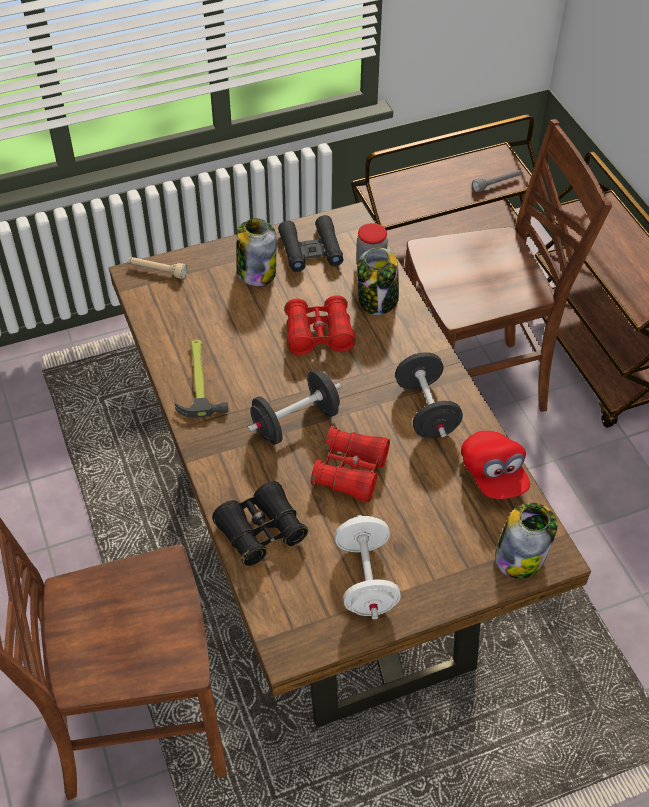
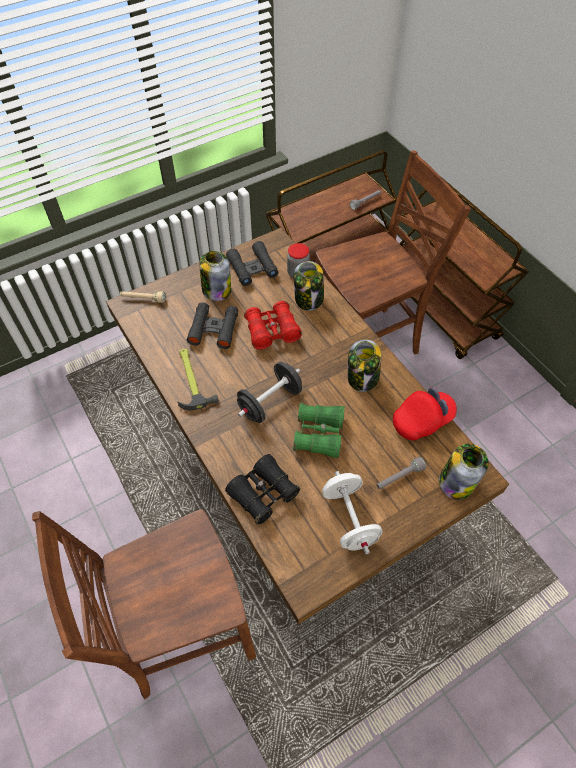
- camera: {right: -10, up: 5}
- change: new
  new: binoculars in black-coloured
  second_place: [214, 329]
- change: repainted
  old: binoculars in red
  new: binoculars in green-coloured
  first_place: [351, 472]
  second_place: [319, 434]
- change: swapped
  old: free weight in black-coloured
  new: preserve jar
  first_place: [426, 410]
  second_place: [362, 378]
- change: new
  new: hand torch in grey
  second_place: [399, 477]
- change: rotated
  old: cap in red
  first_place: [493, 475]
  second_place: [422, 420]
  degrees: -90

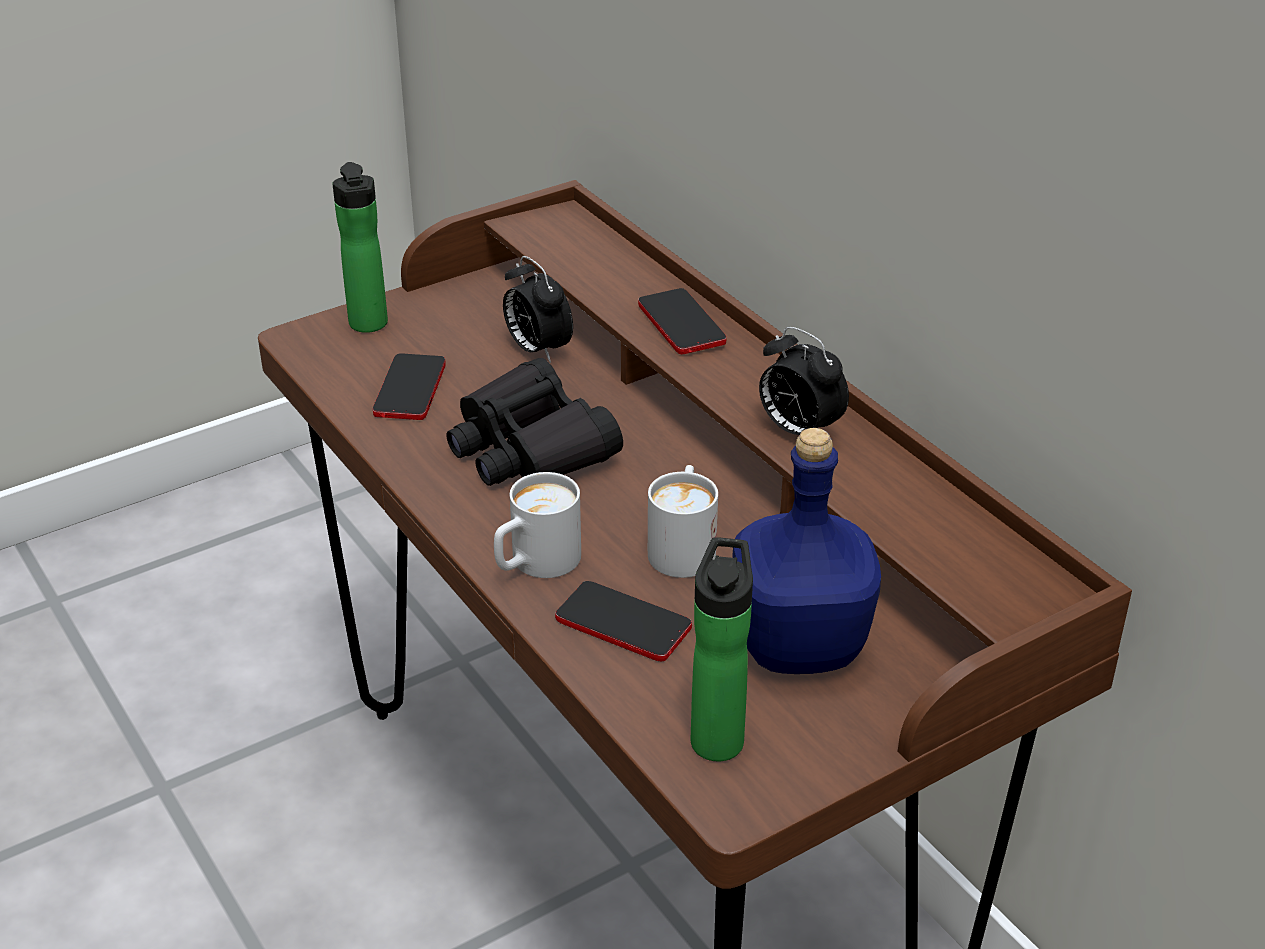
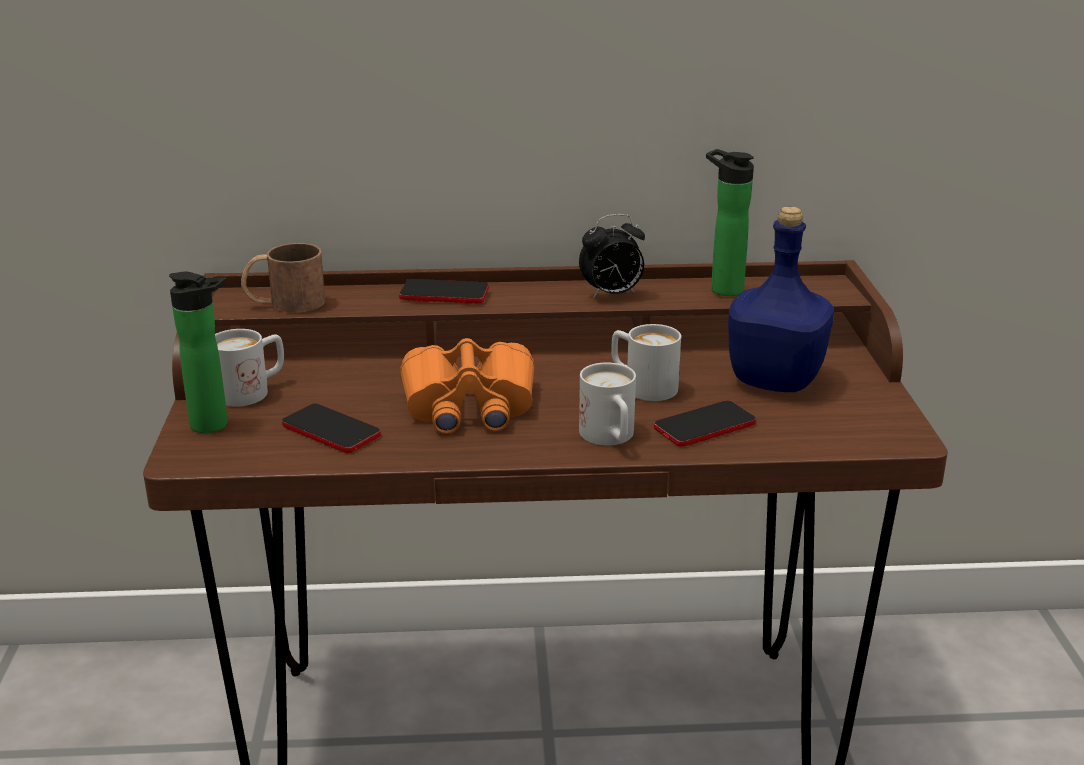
- camera: {right: -60, up: -10}
- change: new
  new: tea mug in white-coloured
  second_place: [252, 391]
- change: new
  new: tea mug in brown-coloured
  second_place: [284, 303]
- change: repainted
  old: binoculars in black-coloured
  new: binoculars in orange-coloured
  first_place: [529, 447]
  second_place: [469, 406]
- change: shifted
  old: beverage bottle
  first_place: [718, 736]
  second_place: [722, 289]
- change: gone
  old: alarm clock
  first_place: [537, 350]

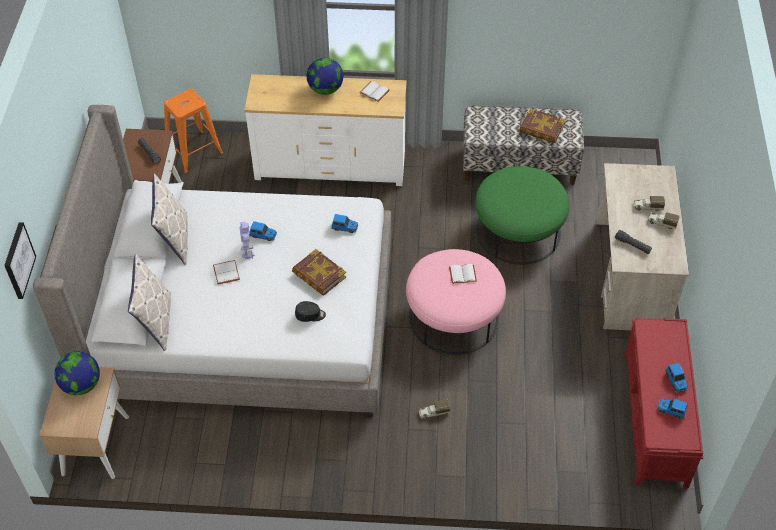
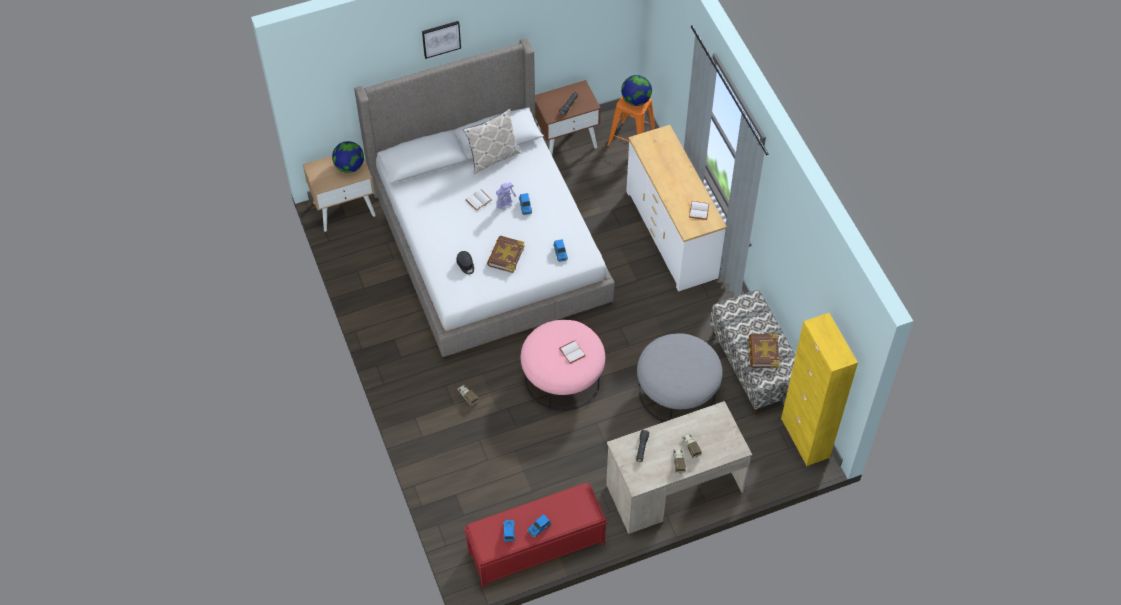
- camera: {right: 65, up: 5}
- change: shifted
  old: wall picture
  first_place: [18, 260]
  second_place: [441, 38]
- change: shifted
  old: desk globe
  first_place: [325, 89]
  second_place: [636, 100]
- change: repainted
  old: pouffe in green-coloured
  new: pouffe in grey
  first_place: [518, 231]
  second_place: [677, 391]
- change: new
  new: storage cabinet in yellowish
  second_place: [805, 438]
- change: gone
  old: cushion
  first_place: [156, 322]

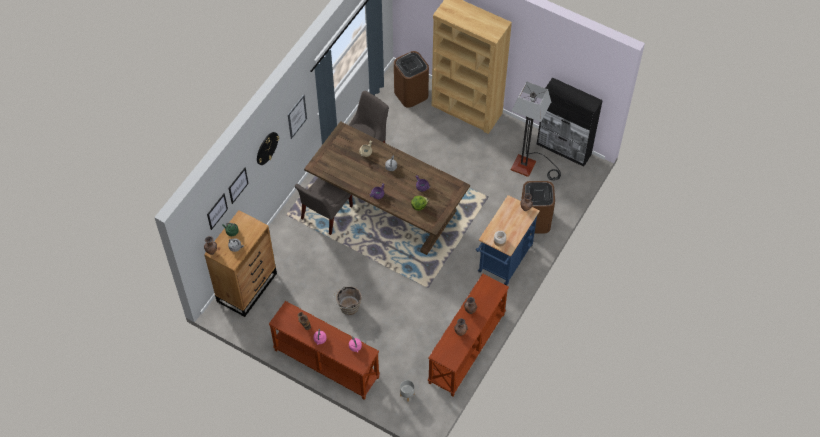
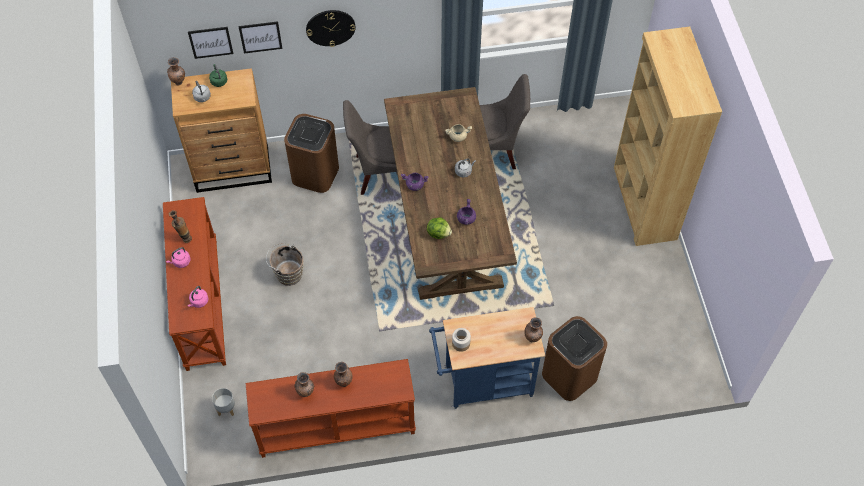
- camera: {right: 50, up: 0}
- change: shifted
  old: trash can in brown-coloured
  first_place: [410, 94]
  second_place: [315, 173]
- change: gone
  old: wall picture
  first_place: [297, 116]
- change: gone
  old: floor lamp
  first_place: [530, 167]
- change: gone
  old: storage cabinet in black-coloured
  first_place: [564, 149]

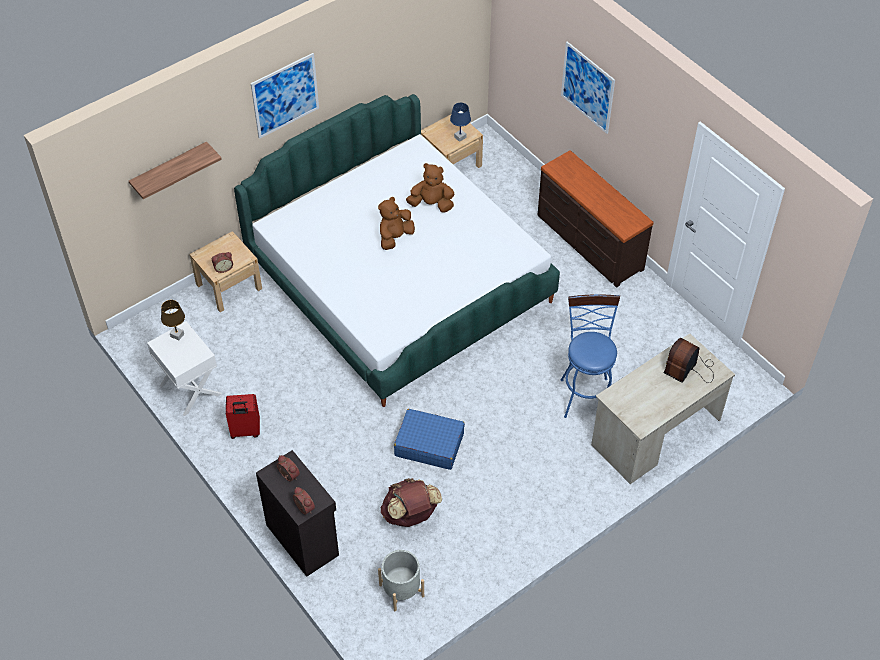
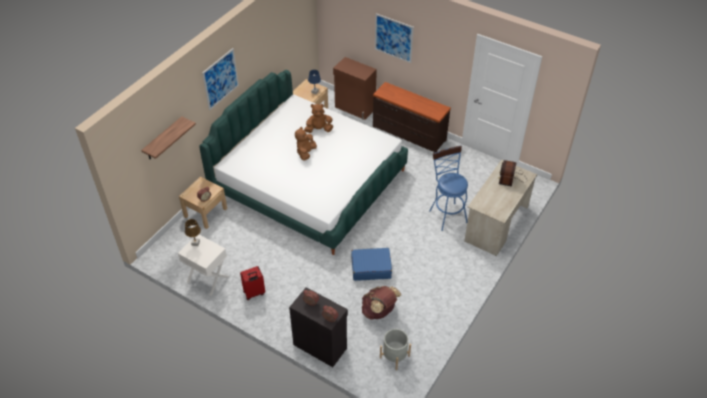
- camera: {right: -20, up: -5}
- change: new
  new: storage cabinet in brown-coloured
  second_place: [355, 108]

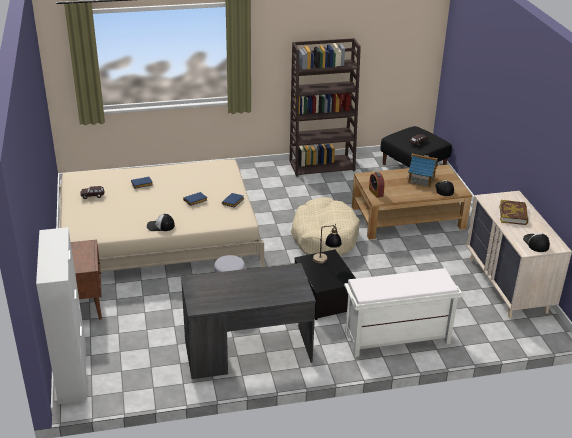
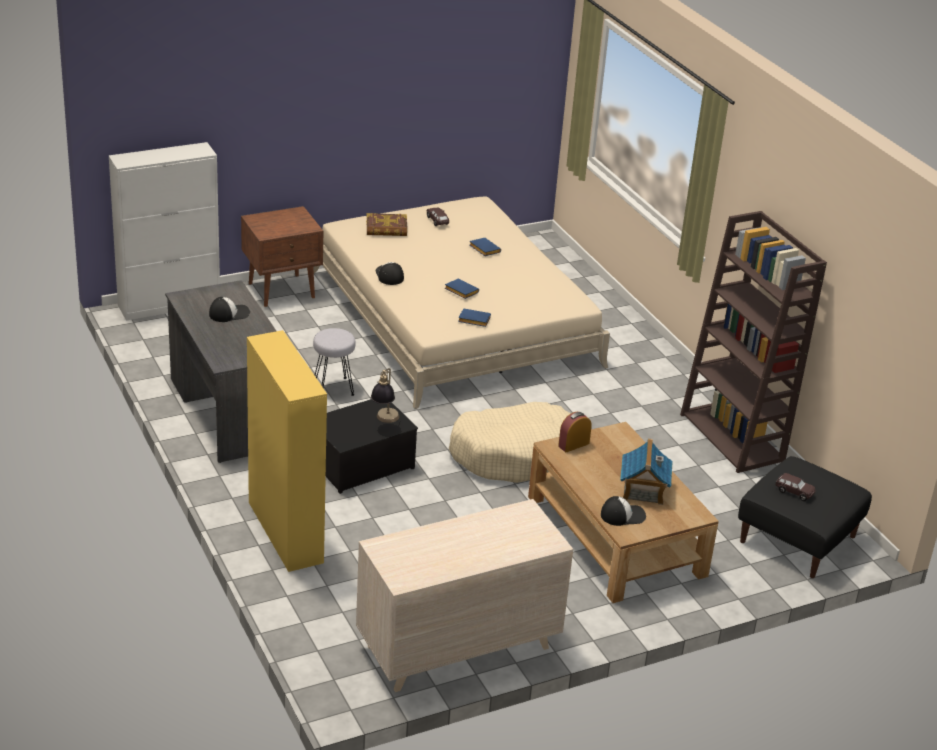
- camera: {right: 75, up: 0}
- change: shifted
  old: cap
  first_place: [535, 243]
  second_place: [229, 313]
- change: swapped
  old: indoor bench in white-coloured
  new: storage cabinet in yellowish
  first_place: [396, 339]
  second_place: [285, 531]
- change: shifted
  old: bound book
  first_place: [513, 215]
  second_place: [386, 229]

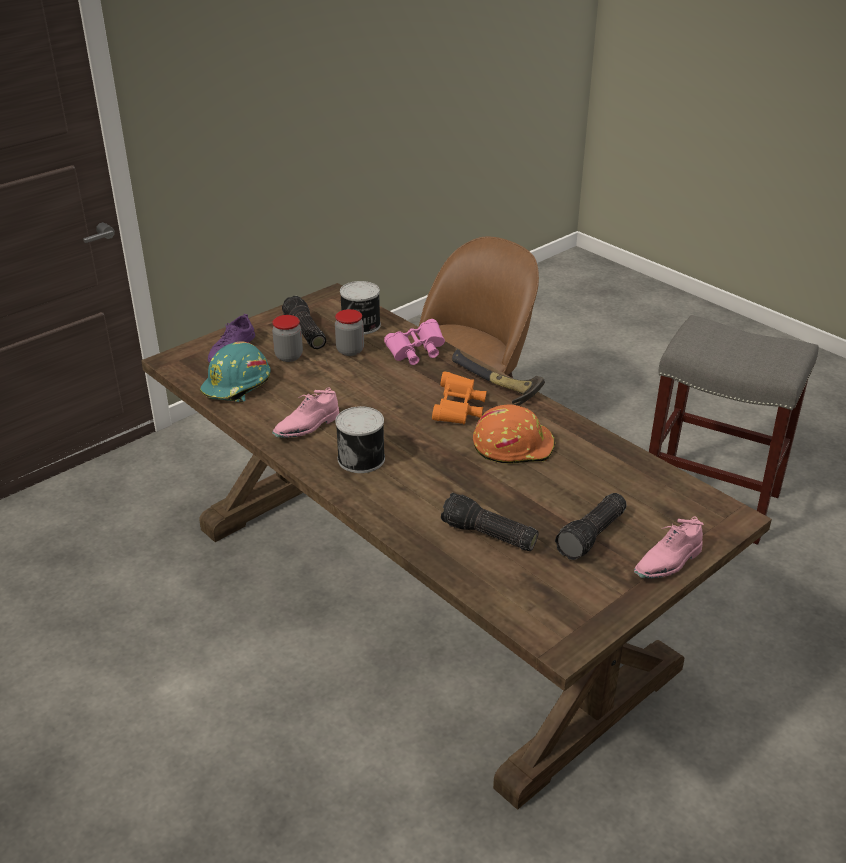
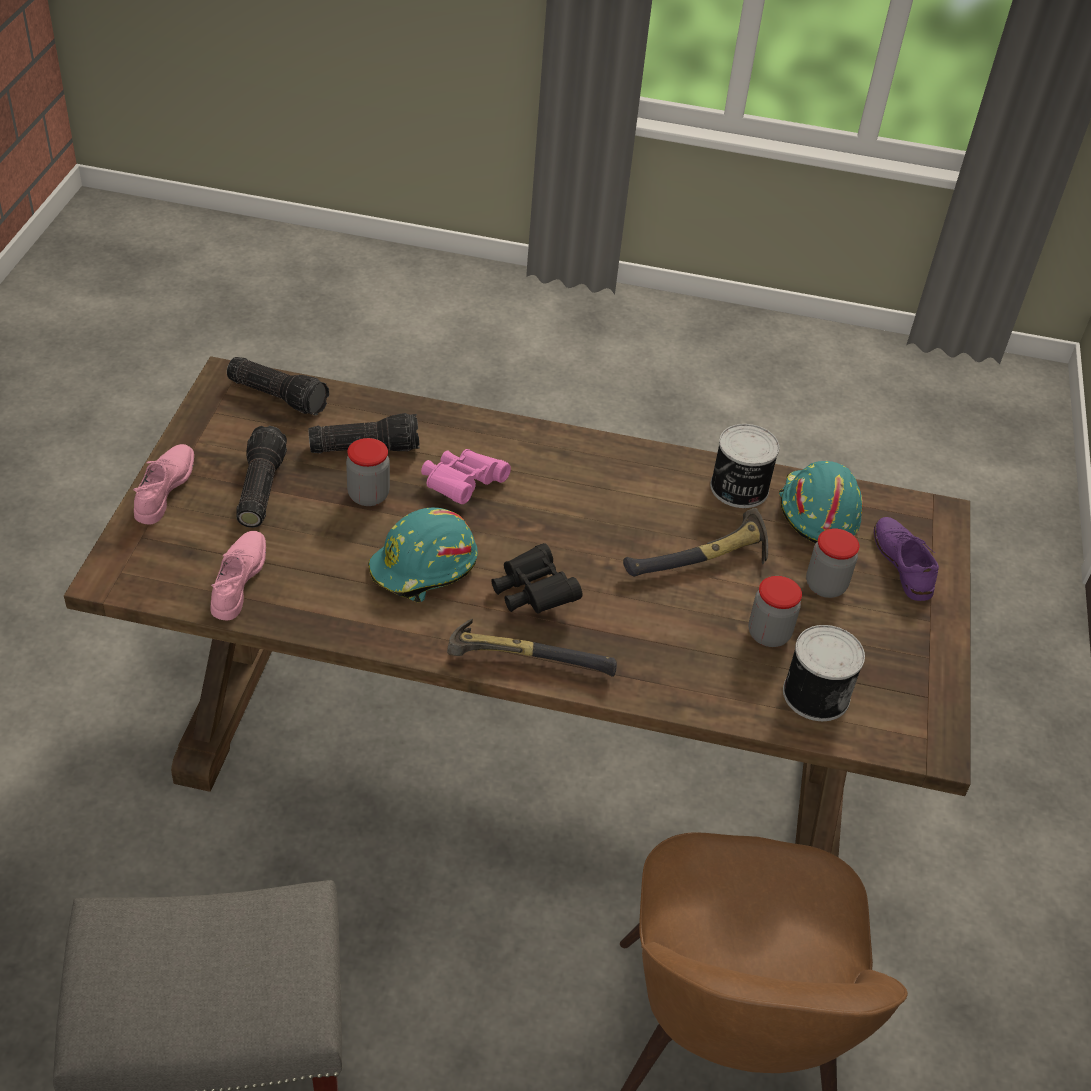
- camera: {right: 140, up: 10}
- change: shifted
  old: low shoe in pink-coloured
  first_place: [307, 427]
  second_place: [239, 581]
- change: shifted
  old: hand torch
  first_place: [304, 333]
  second_place: [279, 395]
- change: new
  new: preserve jar
  second_place: [368, 495]
- change: repainted
  old: work helmet in orange-coloured
  new: work helmet in turquoise
  first_place: [513, 445]
  second_place: [424, 568]
- change: shifted
  old: binoculars in pink-coloured
  first_place: [416, 353]
  second_place: [462, 486]
- change: repainted
  old: binoculars in orange-coloured
  new: binoculars in black-coloured
  first_place: [458, 410]
  second_place: [532, 594]
- change: new
  new: hammer
  second_place: [702, 562]
- change: shifted
  old: can
  first_place: [362, 458]
  second_place: [739, 489]

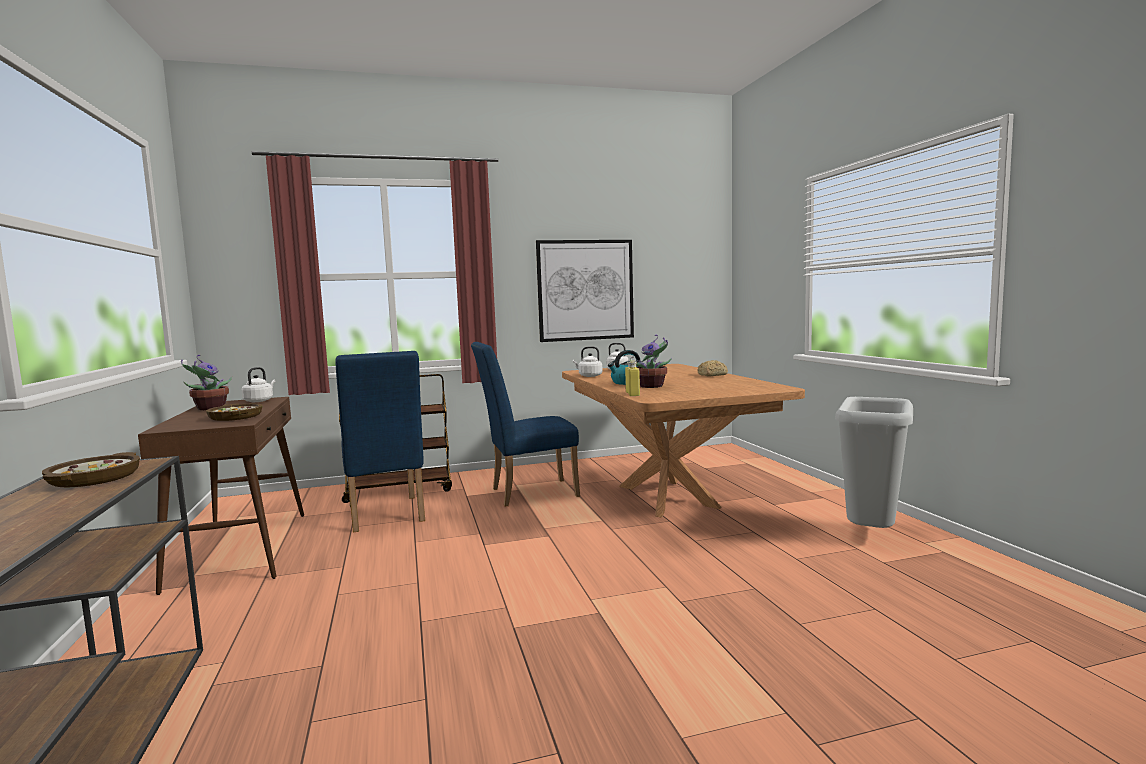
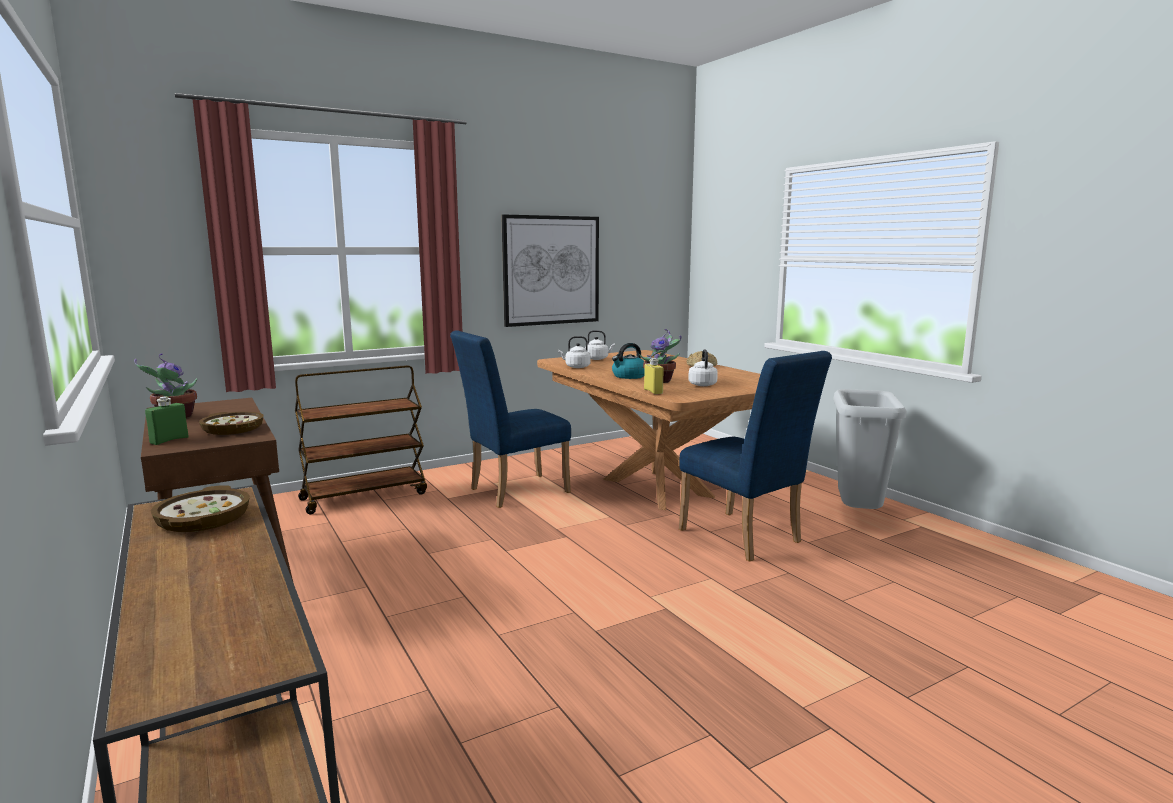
- camera: {right: -15, up: 5}
- change: new
  new: beverage bottle in green-coloured
  second_place: [169, 440]
- change: shifted
  old: plain chair in bluish
  first_place: [385, 516]
  second_place: [745, 538]
- change: shifted
  old: water kettle in white-coloured
  first_place: [259, 401]
  second_place: [702, 384]

